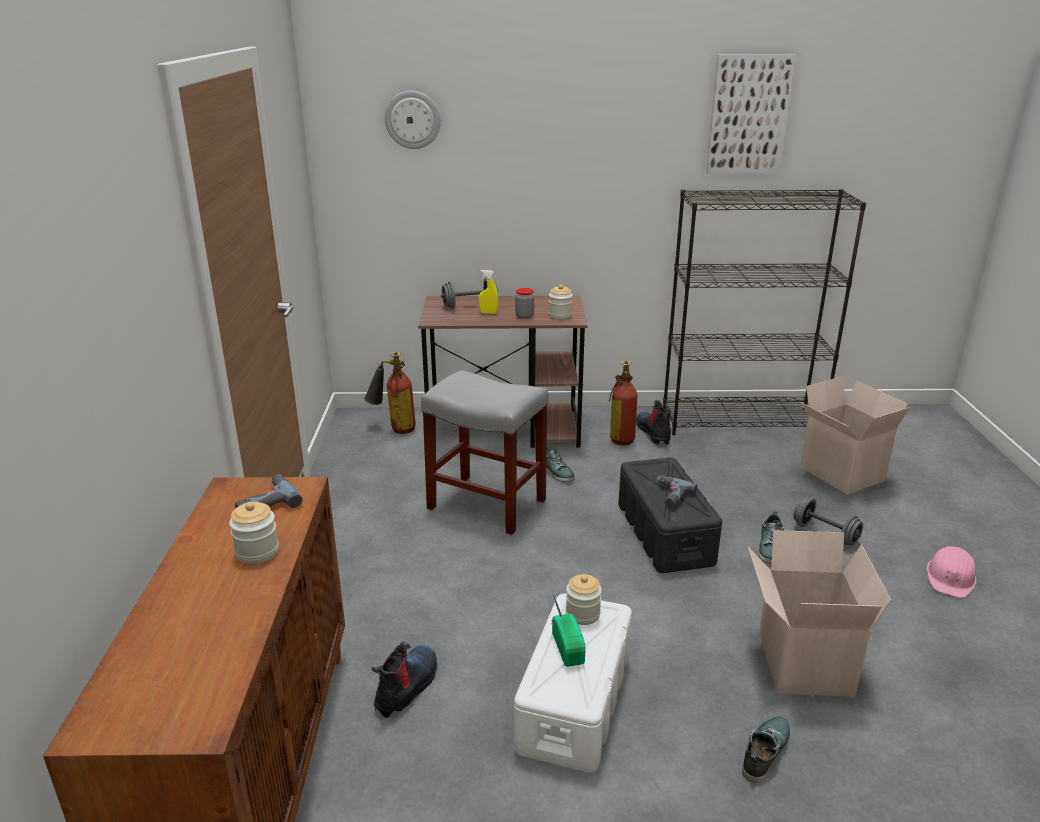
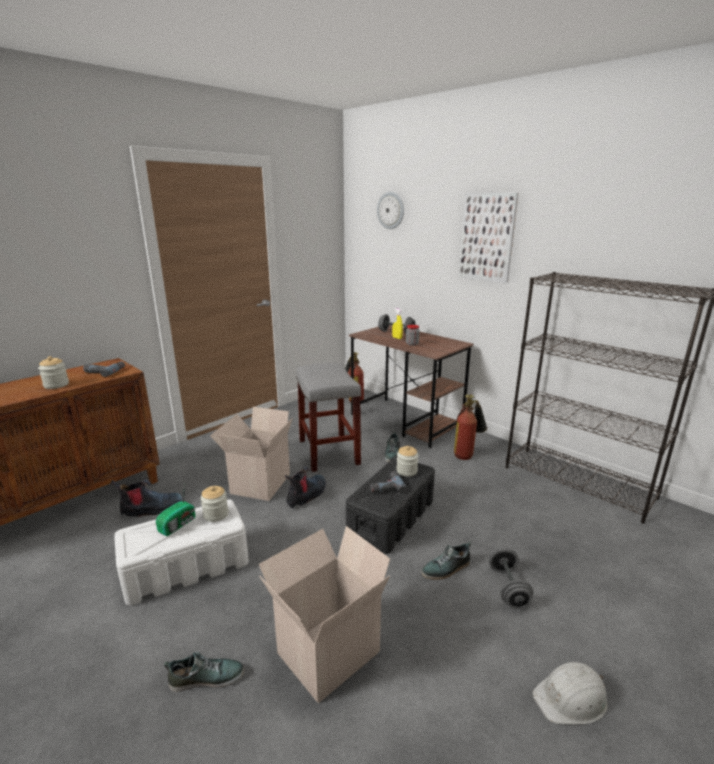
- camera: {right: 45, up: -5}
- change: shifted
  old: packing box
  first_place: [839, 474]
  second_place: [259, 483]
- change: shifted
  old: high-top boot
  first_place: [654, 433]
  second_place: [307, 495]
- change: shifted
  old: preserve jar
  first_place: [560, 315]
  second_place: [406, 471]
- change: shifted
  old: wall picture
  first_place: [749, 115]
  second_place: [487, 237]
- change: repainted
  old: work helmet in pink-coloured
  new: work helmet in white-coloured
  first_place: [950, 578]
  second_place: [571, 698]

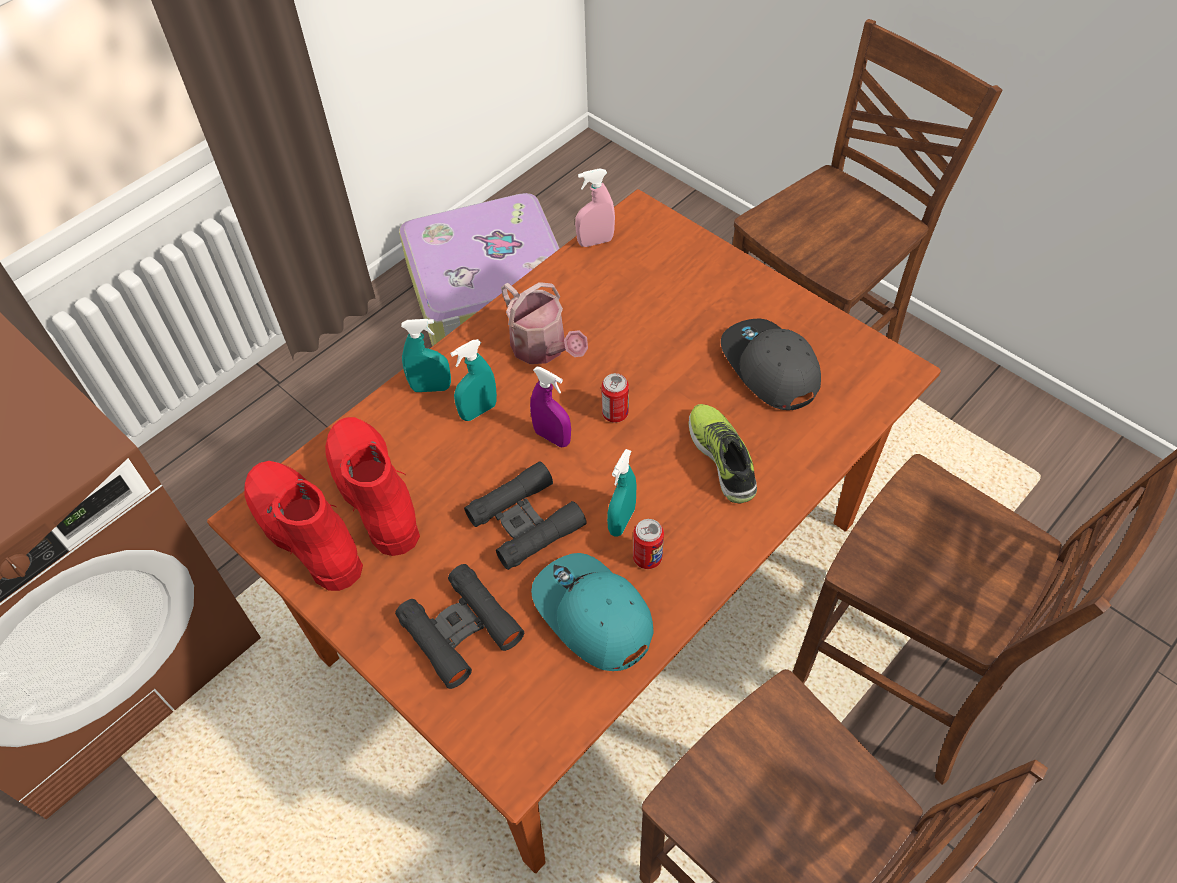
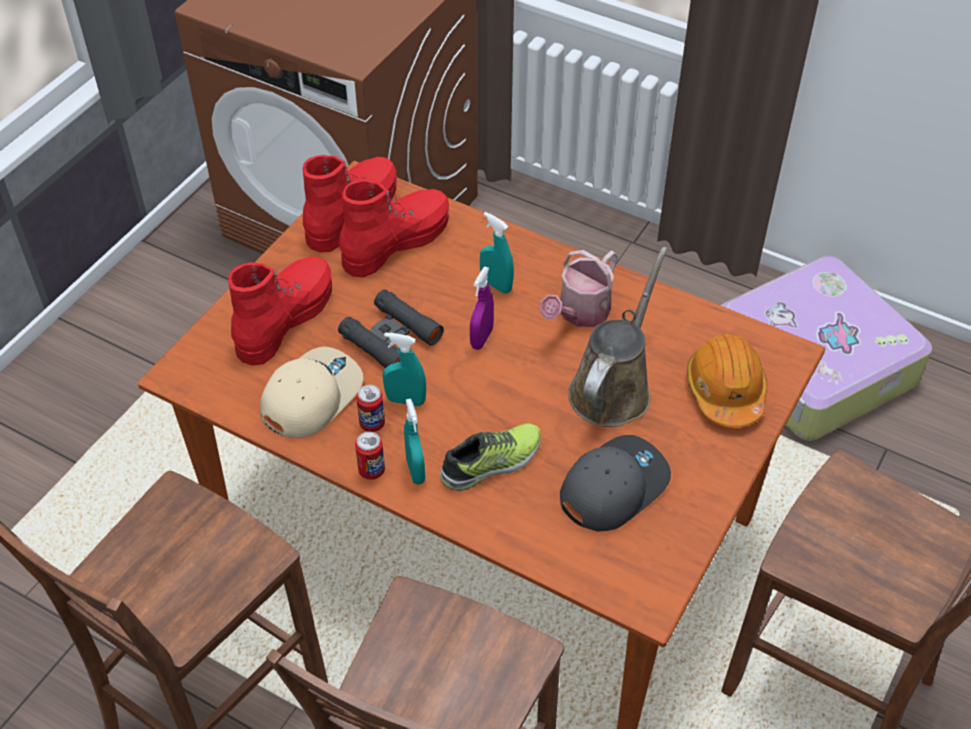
- camera: {right: 75, up: -5}
- change: swapped
  old: binoculars in black-coloured
  new: high-top boot in red
  first_place: [460, 630]
  second_place: [285, 319]
- change: repainted
  old: cap in turquoise
  new: cap in beige-coloured
  first_place: [592, 615]
  second_place: [310, 396]
- change: shifted
  old: can
  first_place: [615, 413]
  second_place: [371, 470]
- change: shifted
  old: spray bottle in turquoise
  first_place: [431, 387]
  second_place: [415, 470]
- change: new
  new: sprinkling can in brown-coloured
  second_place: [613, 388]
- change: new
  new: work helmet in orange-coloured
  second_place: [725, 391]
- change: gone
  old: spray bottle in pink-coloured
  first_place: [595, 242]

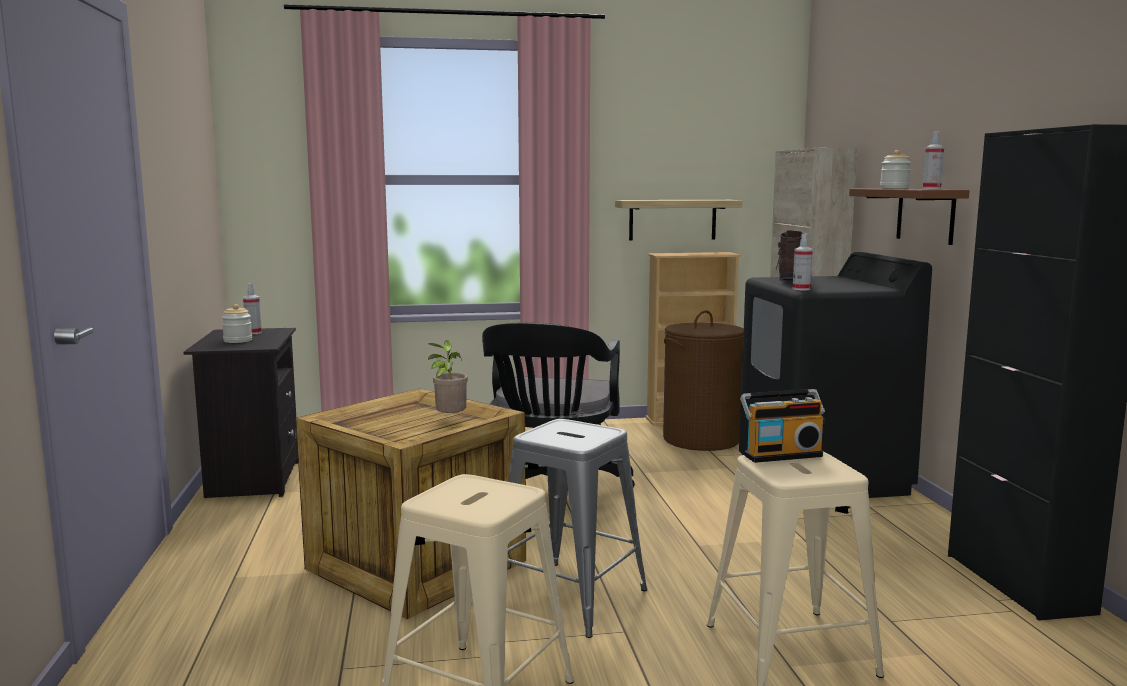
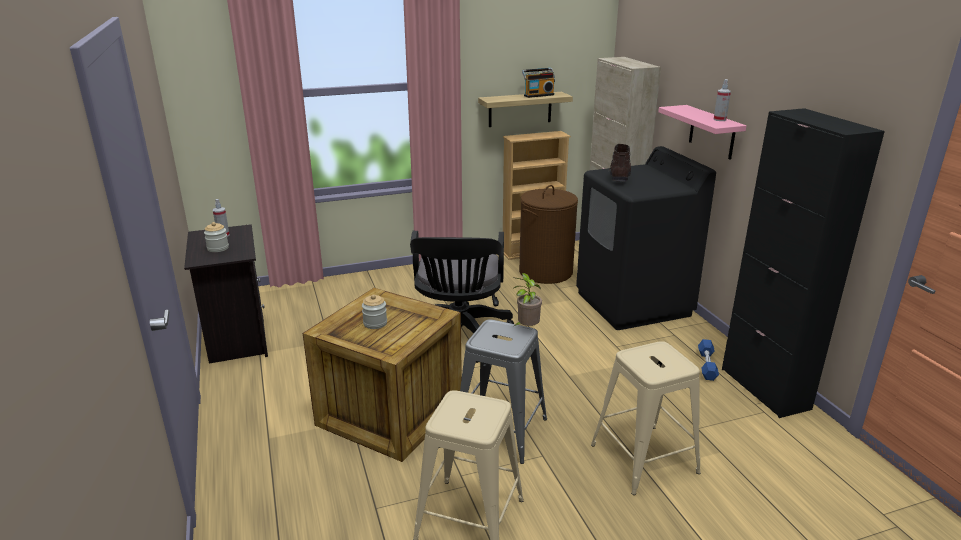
- camera: {right: -10, up: 15}
- change: shifted
  old: preserve jar
  first_place: [894, 188]
  second_place: [375, 323]
- change: shifted
  old: potted plant
  first_place: [449, 420]
  second_place: [526, 328]
- change: shifted
  old: radio receiver
  first_place: [781, 455]
  second_place: [538, 95]
- change: repainted
  old: shelf in brown-coloured
  new: shelf in pink-coloured
  first_place: [925, 215]
  second_place: [712, 132]
- change: new
  new: free weight in bluish
  second_place: [707, 365]
- change: gone
  old: spray bottle
  first_place: [801, 289]

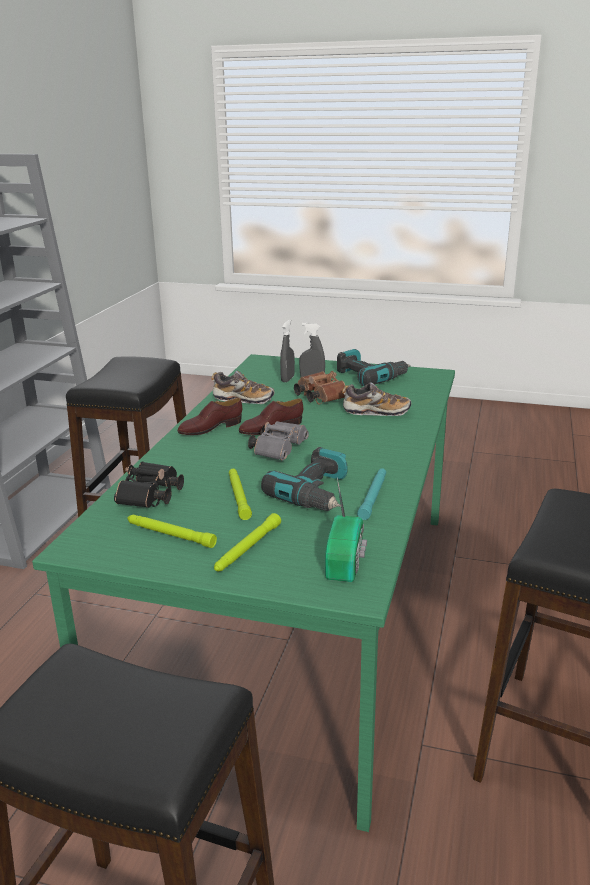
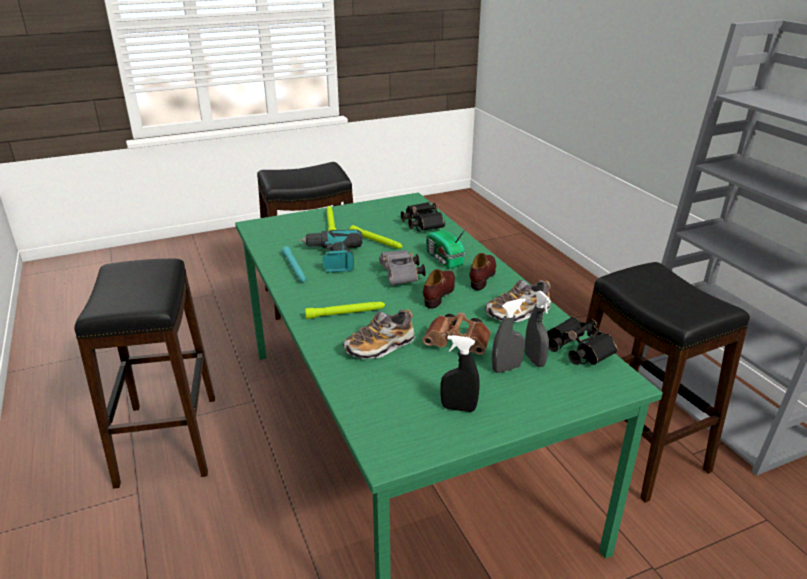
- camera: {right: 140, up: 5}
- change: shifted
  old: hand torch in green-coloured
  first_place: [170, 535]
  second_place: [345, 313]
- change: shifted
  old: radio receiver
  first_place: [346, 560]
  second_place: [444, 259]
- change: swapped
  old: power drill
  new: spray bottle in black-coloured
  first_place: [370, 376]
  second_place: [458, 408]
- change: new
  new: binoculars in black-coloured
  second_place: [575, 351]

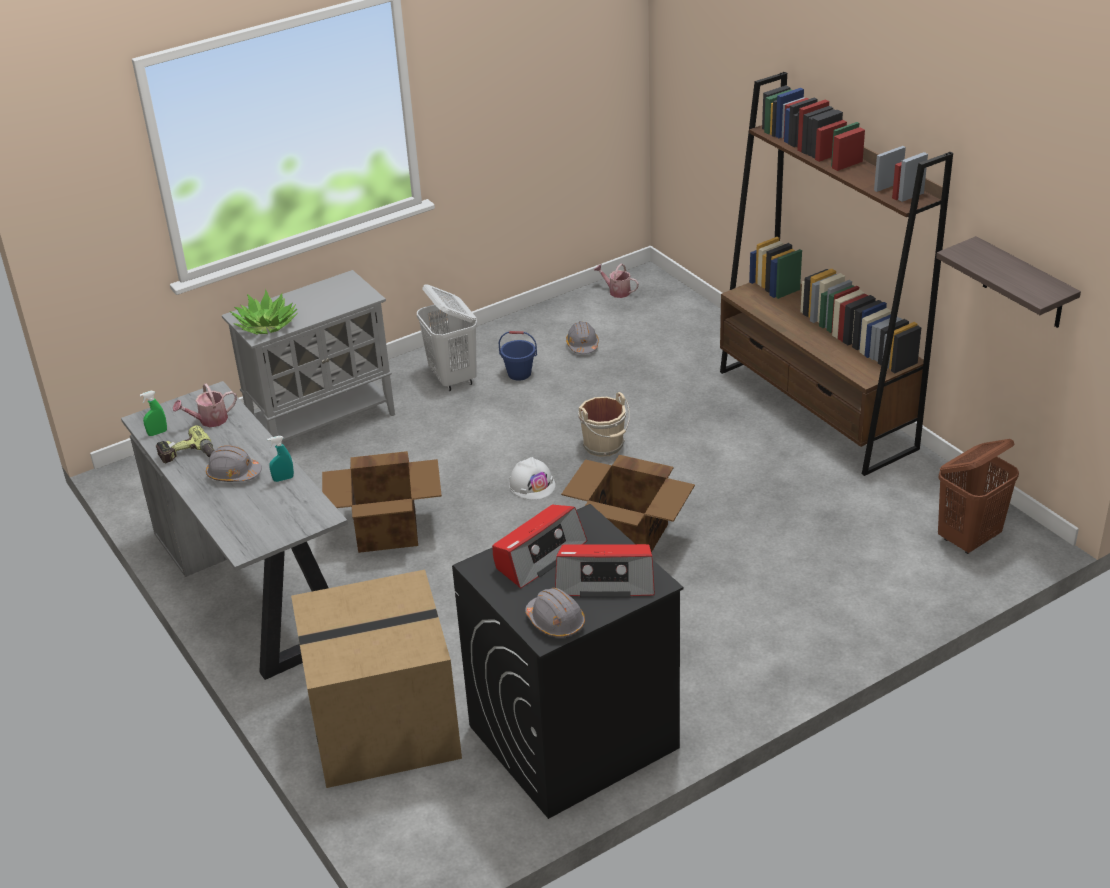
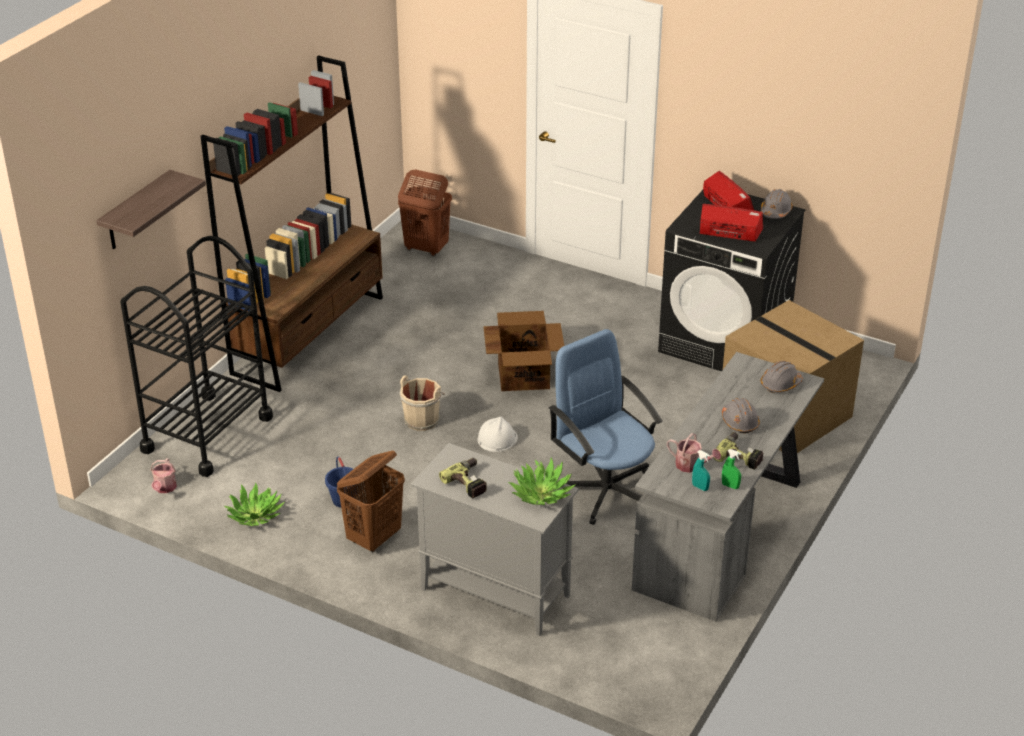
- camera: {right: -120, up: 0}
- change: shifted
  old: shelf
  first_place: [1023, 284]
  second_place: [136, 212]
- change: new
  new: cart in black-coloured
  second_place: [207, 434]
- change: new
  new: potted plant
  second_place: [255, 515]
- change: repainted
  old: washing basket in white-coloured
  new: washing basket in brown-coloured
  first_place: [453, 378]
  second_place: [374, 538]
- change: new
  new: power drill
  second_place: [470, 482]
- change: swapped
  old: packing box
  new: office chair in bluish
  first_place: [388, 530]
  second_place: [605, 490]
- change: shifted
  old: spray bottle in turquoise
  first_place: [283, 479]
  second_place: [700, 487]
- change: shifted
  old: work helmet in grey
  first_place: [582, 345]
  second_place: [780, 384]

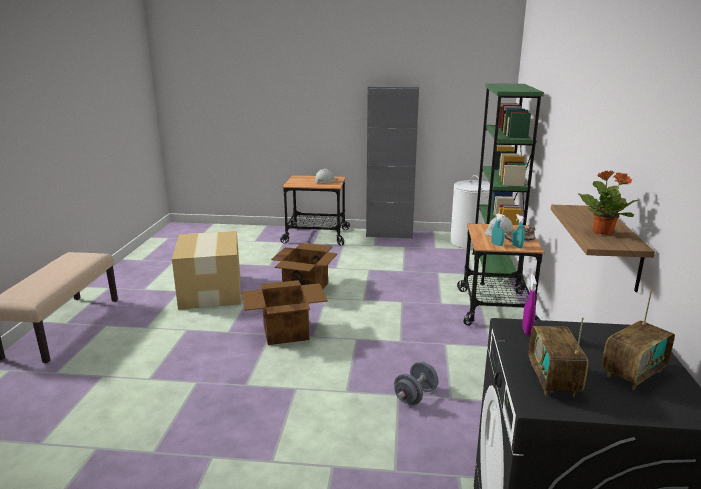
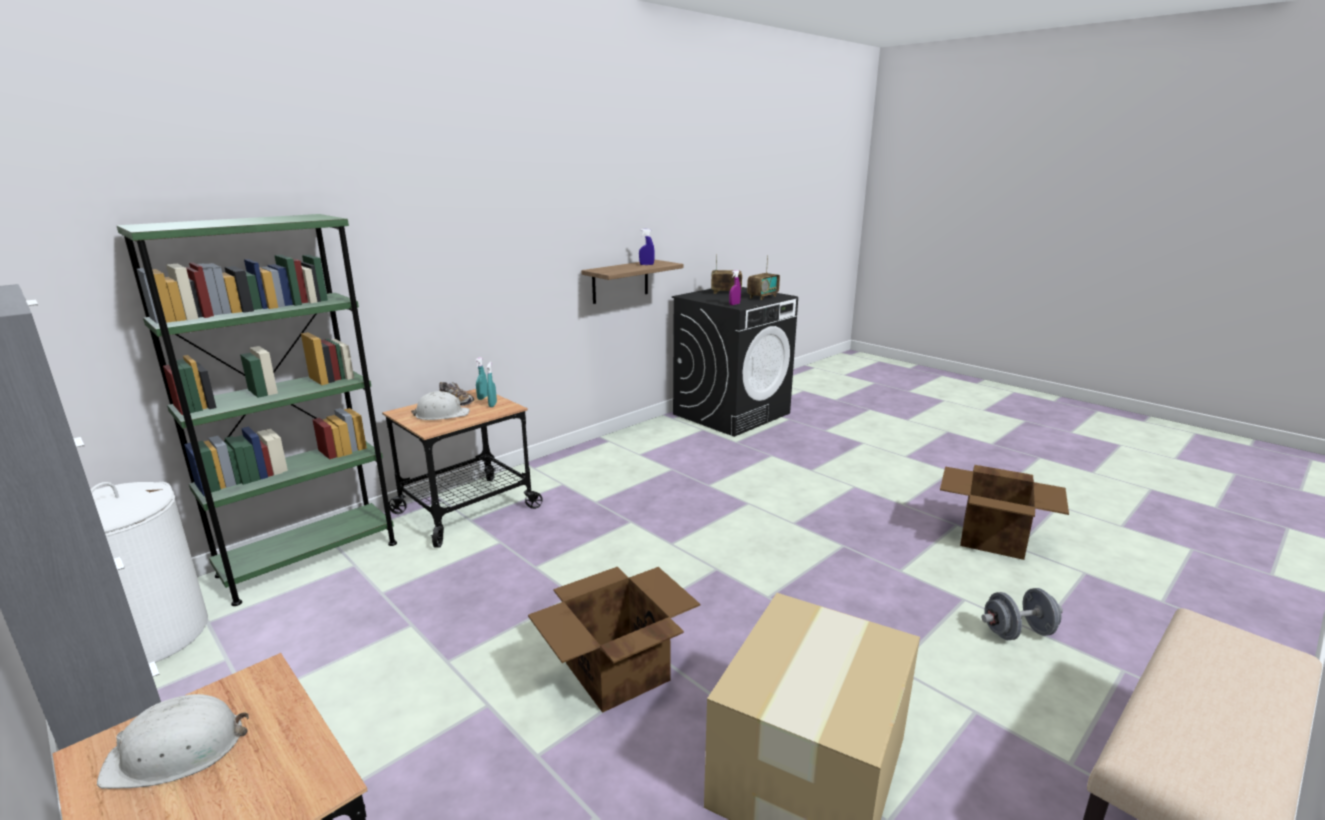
- camera: {right: -140, up: 0}
- change: swapped
  old: potted plant
  new: spray bottle in bluish
  first_place: [602, 232]
  second_place: [646, 264]
- change: shifted
  old: packing box
  first_place: [285, 332]
  second_place: [993, 538]
- change: shifted
  old: free weight in grey
  first_place: [415, 396]
  second_place: [1018, 632]

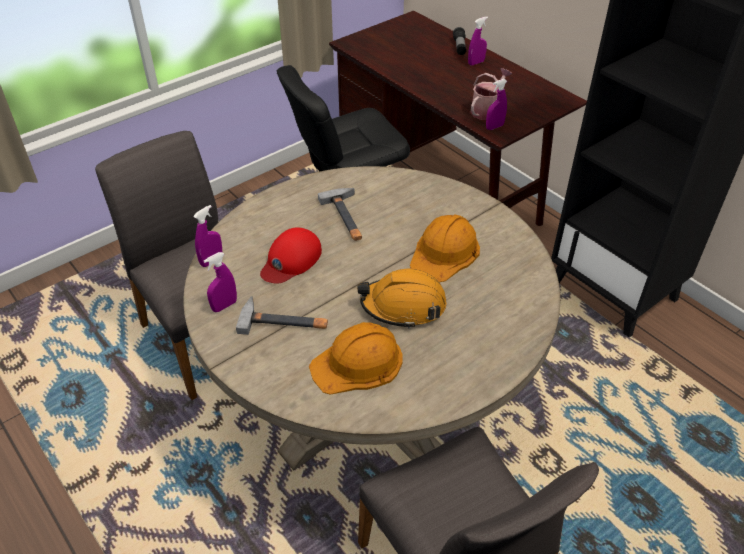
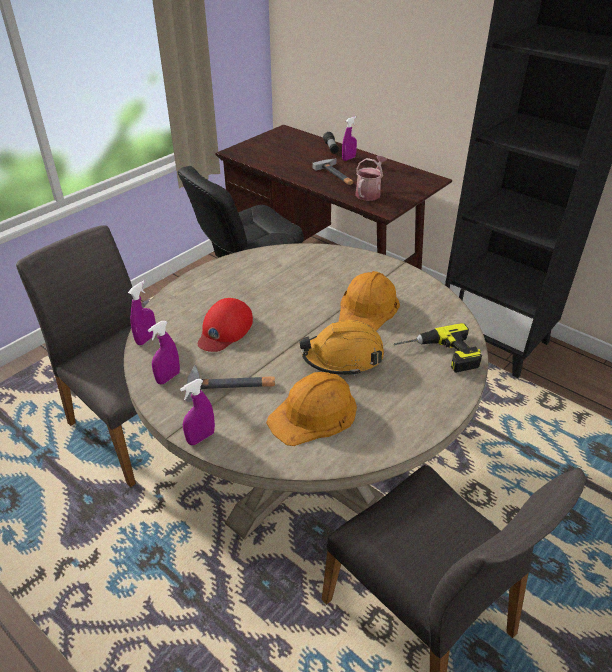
- camera: {right: -10, up: -5}
- change: shifted
  old: spray bottle in purple-coloured
  first_place: [494, 127]
  second_place: [201, 438]
- change: shifted
  old: hammer
  first_place: [347, 217]
  second_place: [337, 175]
- change: new
  new: power drill
  second_place: [438, 355]

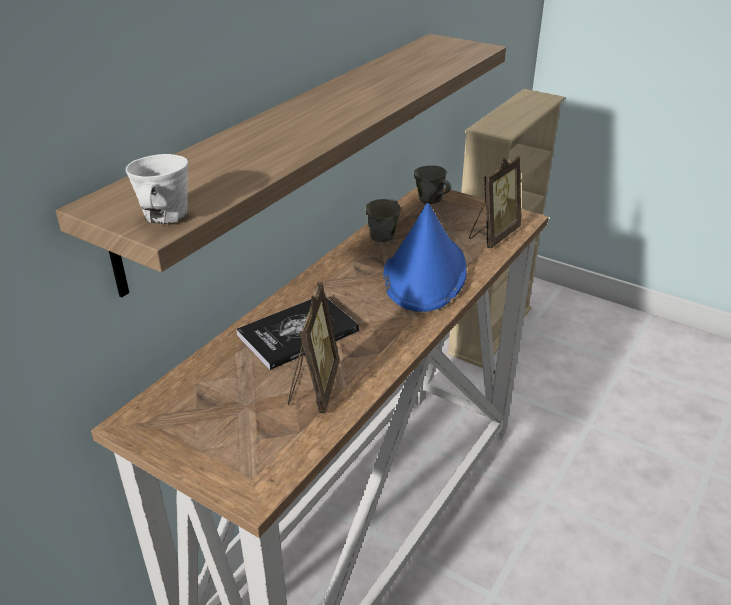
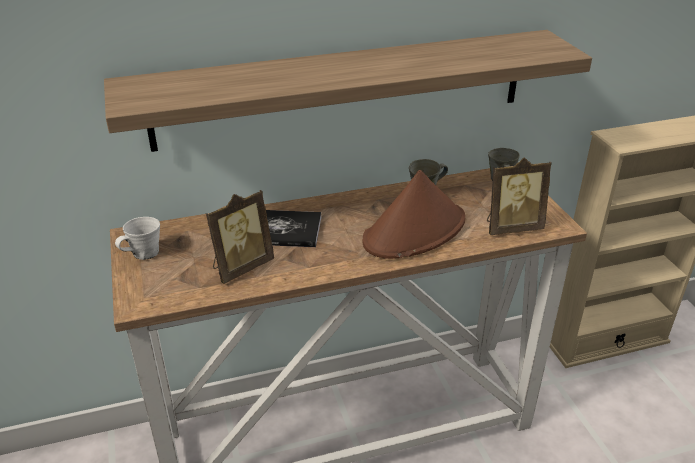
- camera: {right: 40, up: 0}
- change: shifted
  old: tea mug in white-coloured
  first_place: [164, 217]
  second_place: [144, 254]
- change: repainted
  old: hat in bluish
  new: hat in brown-coloured
  first_place: [424, 273]
  second_place: [415, 231]

